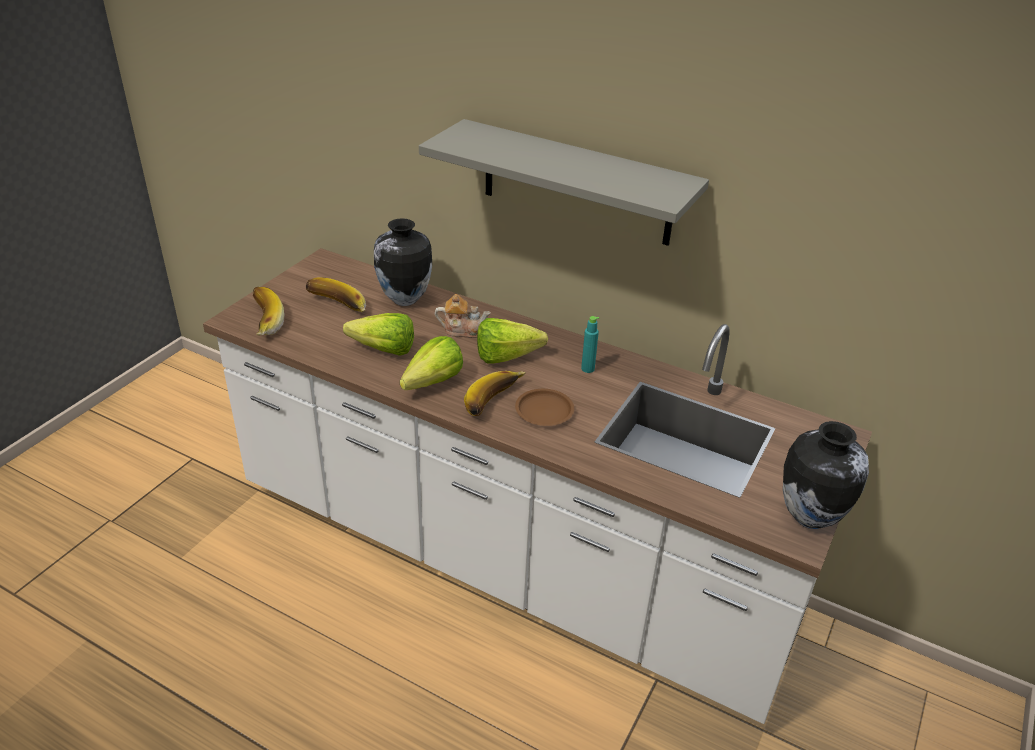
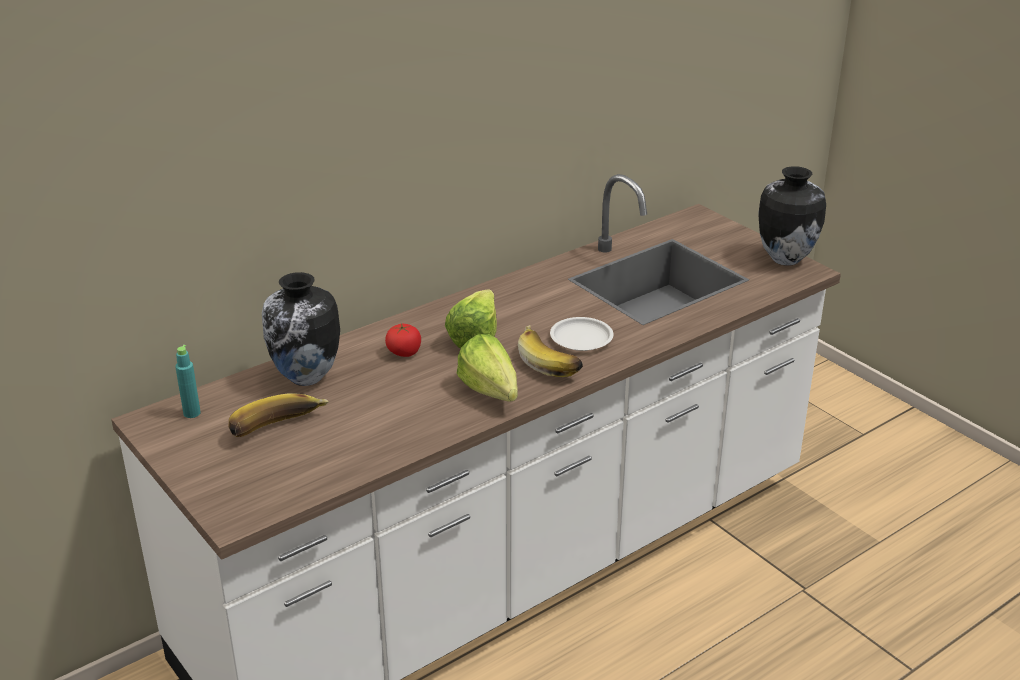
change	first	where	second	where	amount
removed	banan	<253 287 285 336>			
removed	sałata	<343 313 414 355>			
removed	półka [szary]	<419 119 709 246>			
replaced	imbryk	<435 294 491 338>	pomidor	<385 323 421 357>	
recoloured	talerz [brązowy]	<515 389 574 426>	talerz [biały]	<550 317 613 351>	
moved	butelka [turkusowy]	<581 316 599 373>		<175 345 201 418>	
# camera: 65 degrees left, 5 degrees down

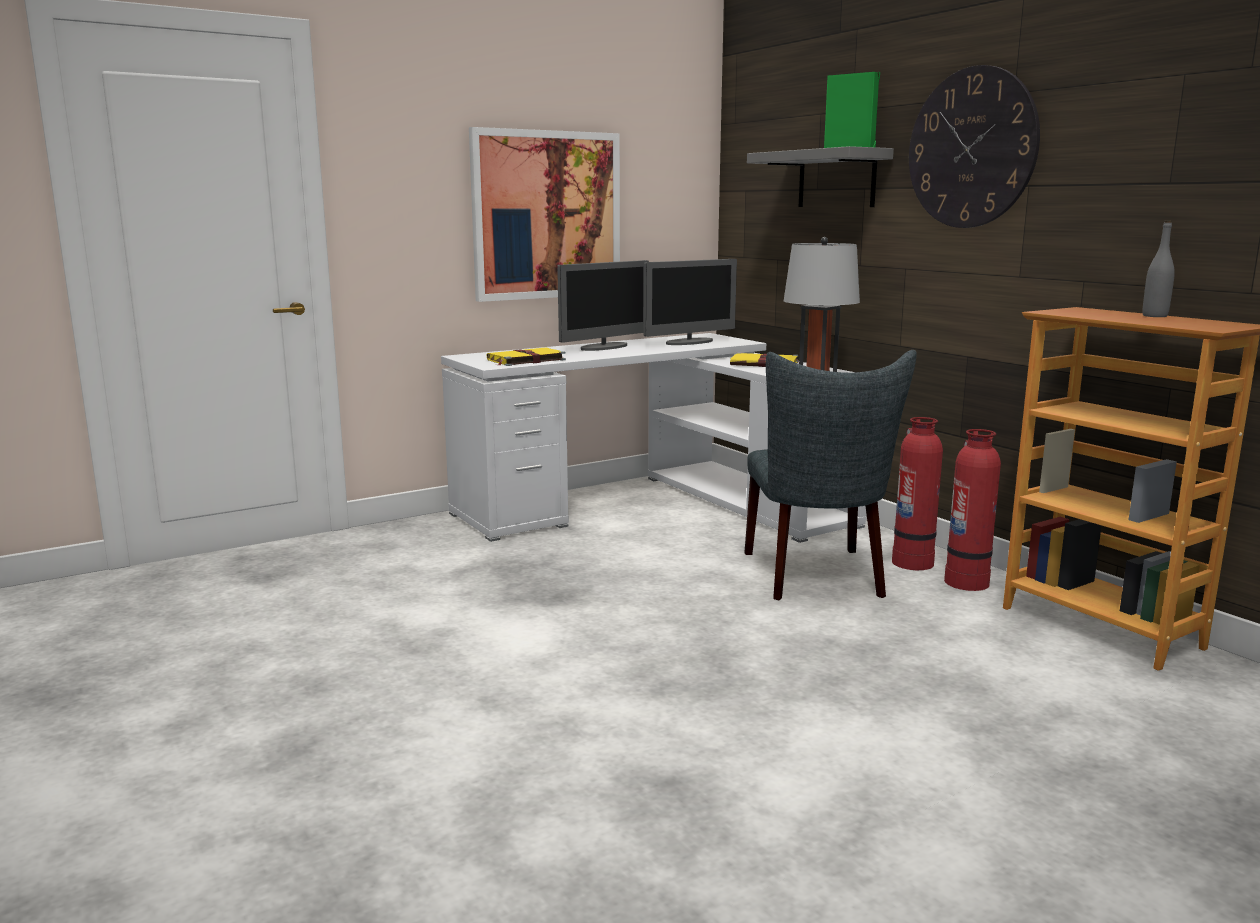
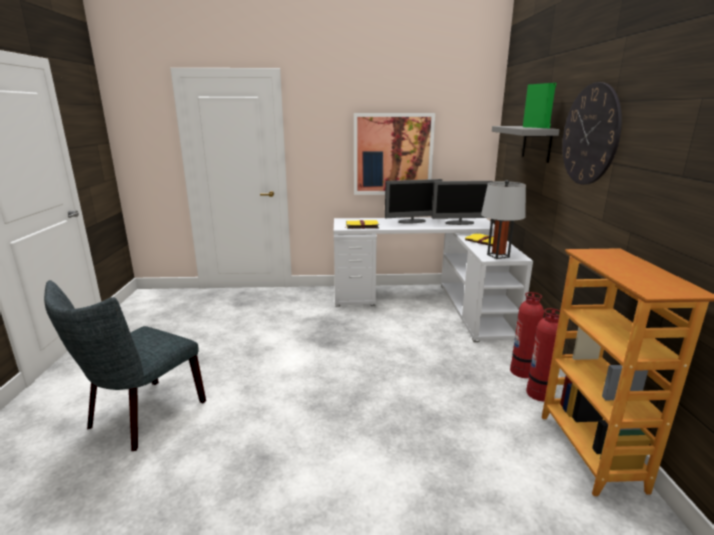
change	first	where	second	where	amount
moved	krzesło [szary]	<744 350 917 601>		<44 280 206 451>	
removed	butelka [szary]	<1143 221 1175 317>			
# camera: 30 degrees right, 5 degrees up

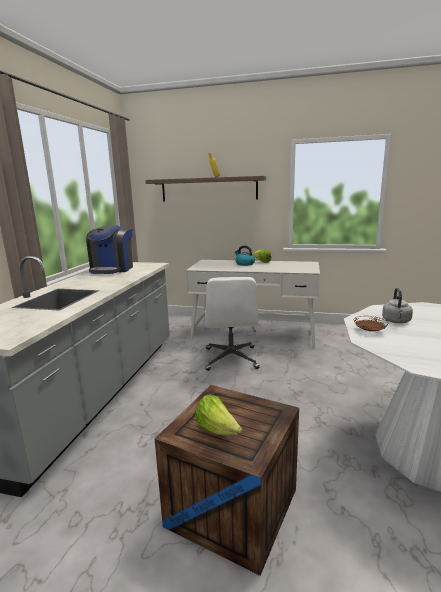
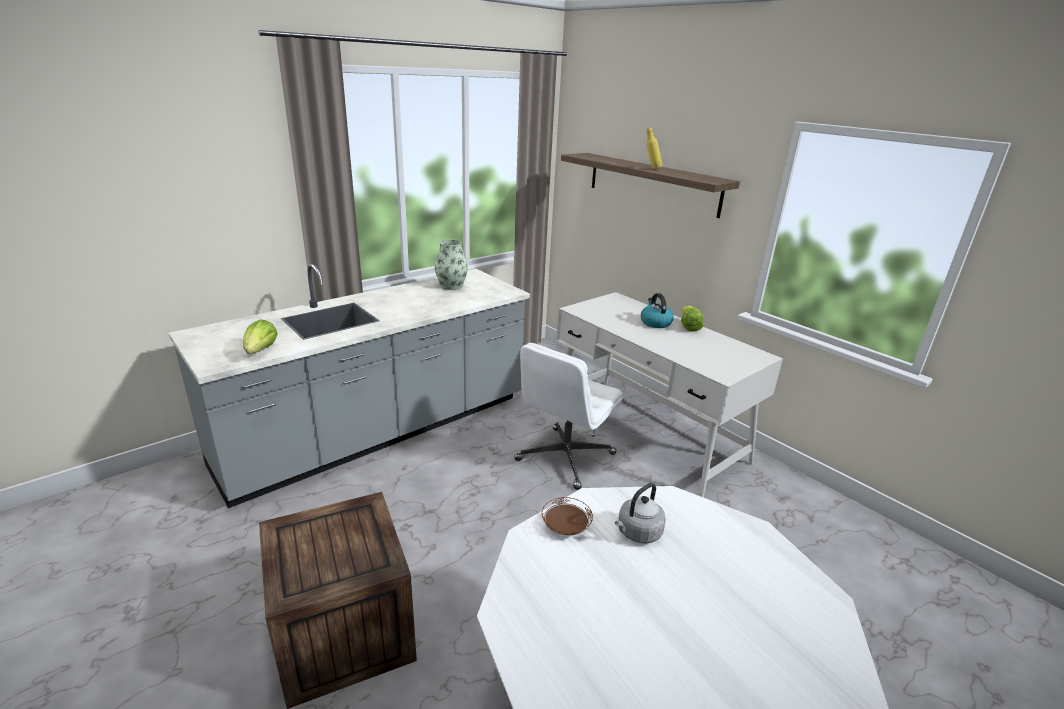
change	first	where	second	where	amount
replaced	ekspres do kawy	<86 225 133 274>	wazon	<435 239 468 290>	
moved	sałata	<195 394 242 436>		<243 319 278 354>	
# camera: 35 degrees right, 10 degrees up

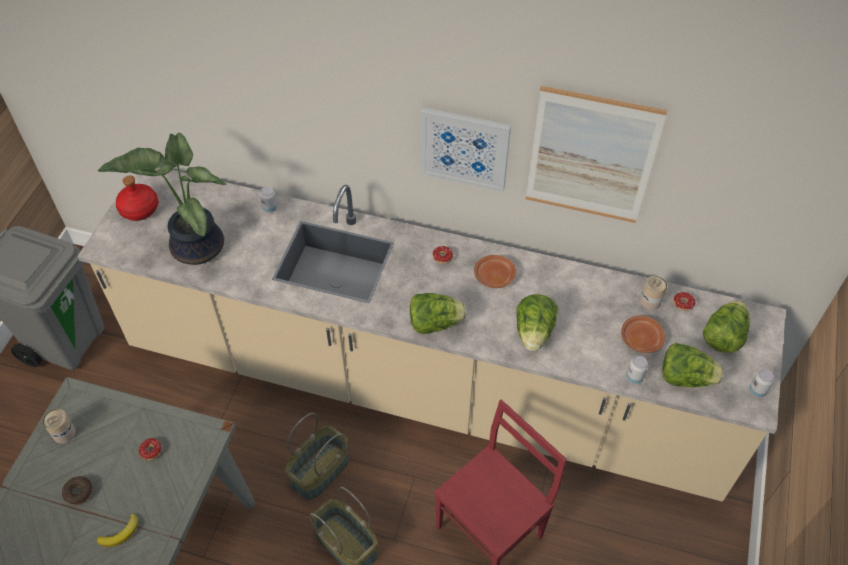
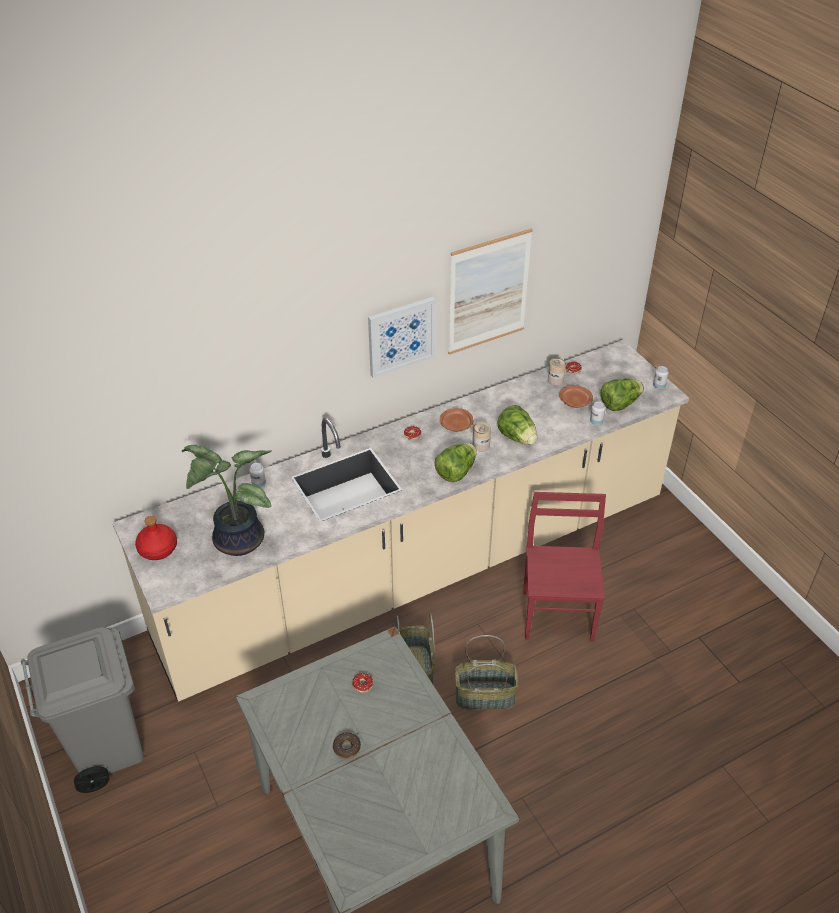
change	first	where	second	where	amount
moved	puszka	<43 409 76 444>		<473 422 491 451>	
removed	banan	<97 514 138 547>			
removed	sałata	<703 300 750 353>			
# camera: 45 degrees left, 10 degrees down

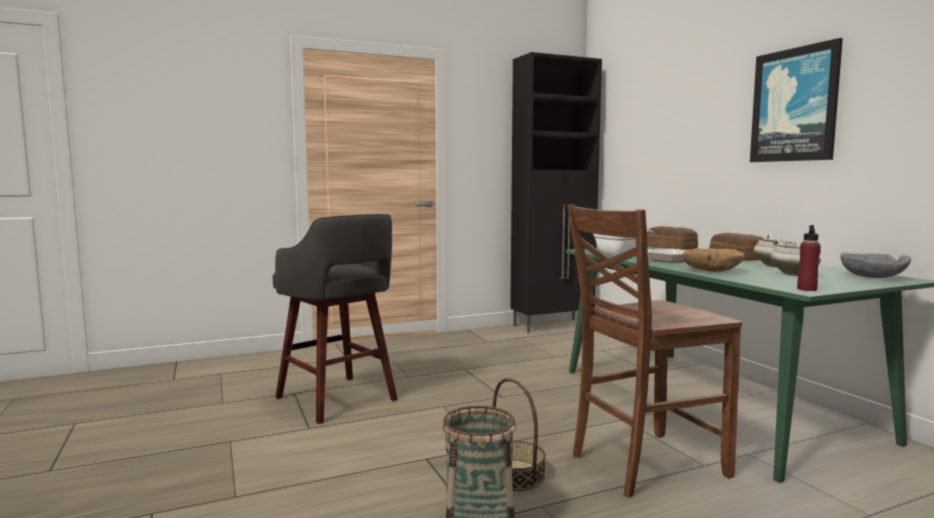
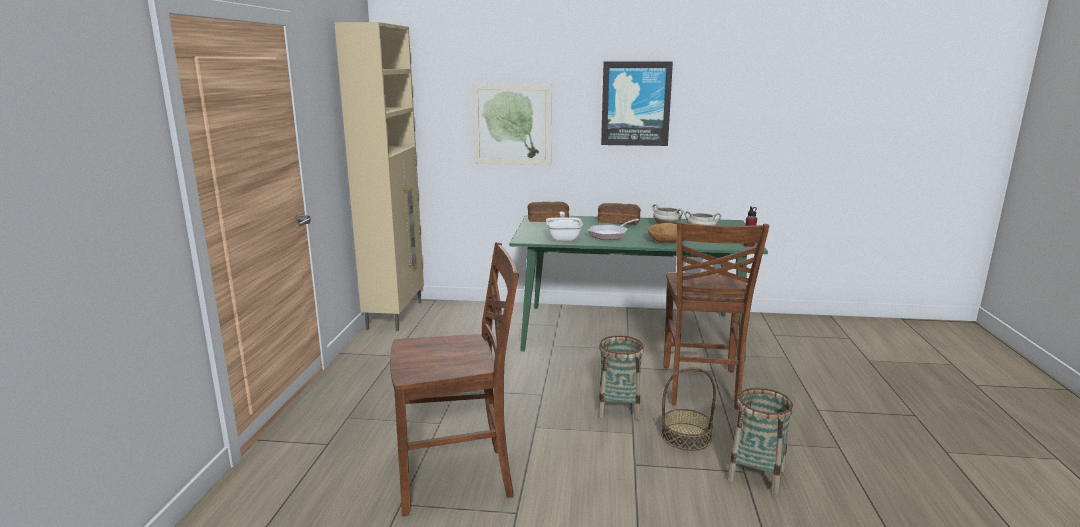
change	first	where	second	where	amount
replaced	stołek [szary]	<273 214 398 424>	krzesło [brązowy]	<390 242 519 516>	
recoloured	szafka [czarny]	<510 52 602 333>	szafka [beżowy]	<334 22 424 331>	
removed	miska [szary]	<841 252 911 278>			
added			obraz	<472 84 552 165>	
added			koszyk	<598 335 644 420>	
# camera: 60 degrees left, 10 degrees up

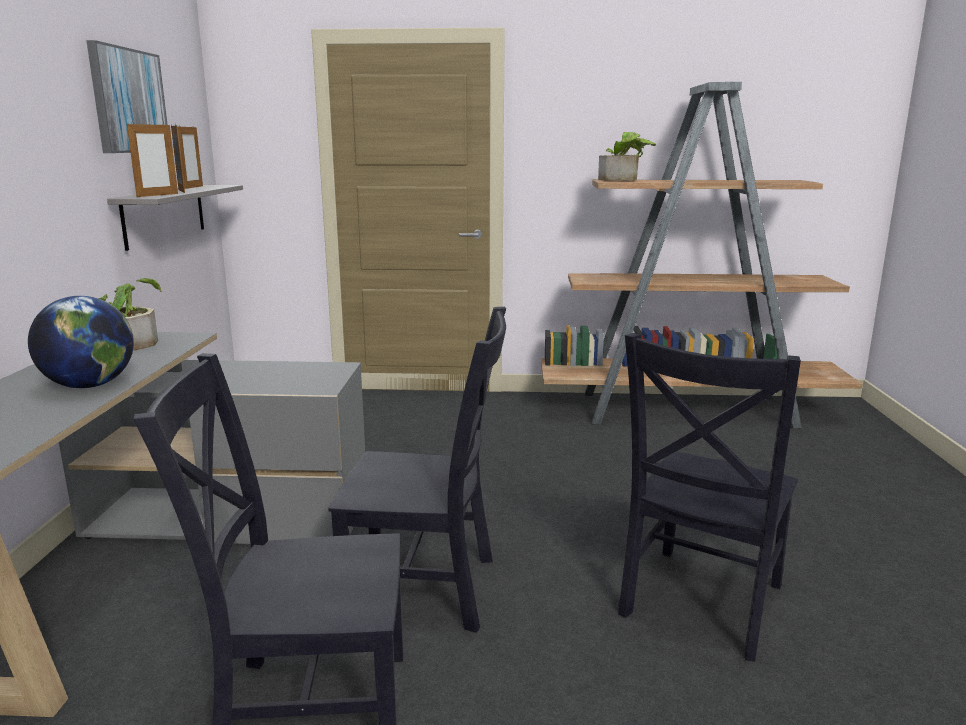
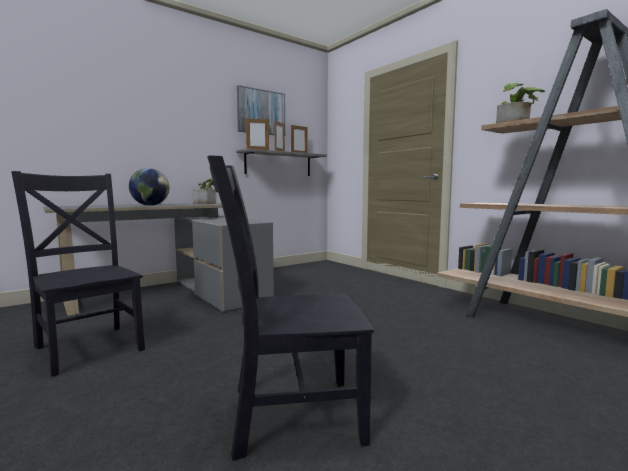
change	first	where	second	where	amount
removed	krzesło [czarny]	<328 307 506 633>			
# camera: 50 degrees right, 10 degrees down

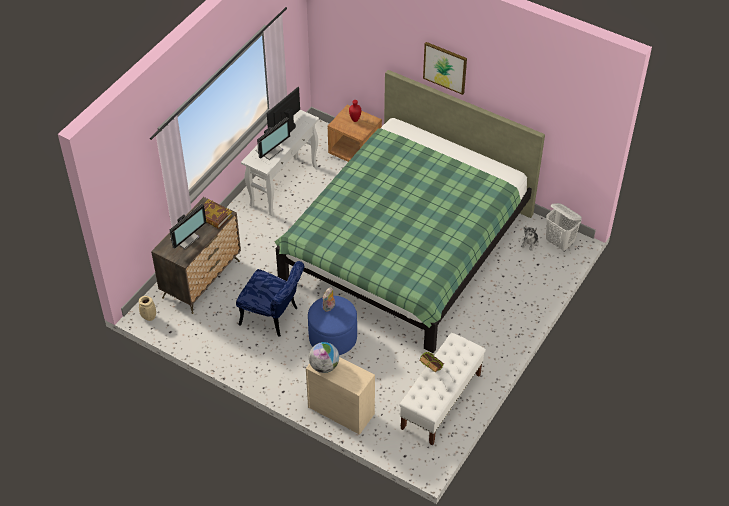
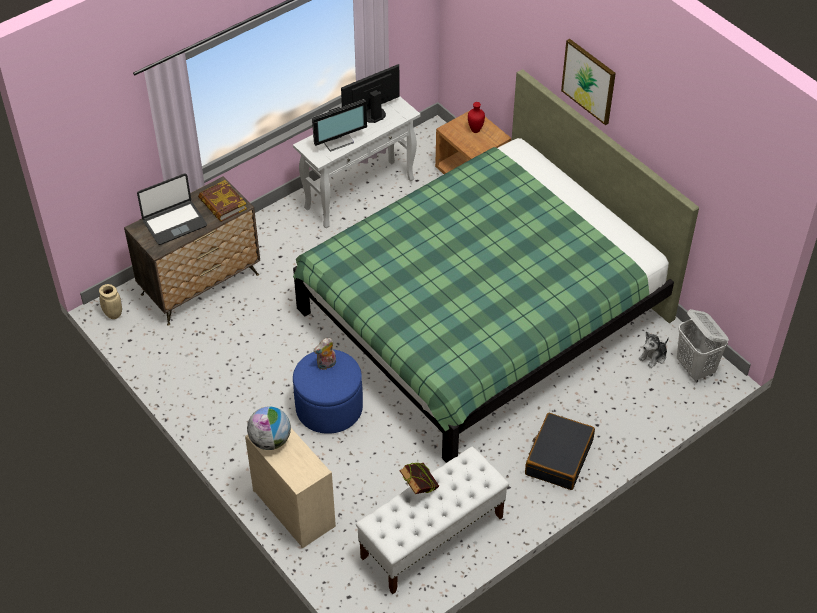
change	first	where	second	where	amount
replaced	monitor	<170 204 206 249>	laptop	<137 173 207 245>	
removed	krzesło [niebieski]	<236 261 304 337>			
added			walizka [czarny]	<525 413 595 490>	
# camera: 20 degrees right, 0 degrees up

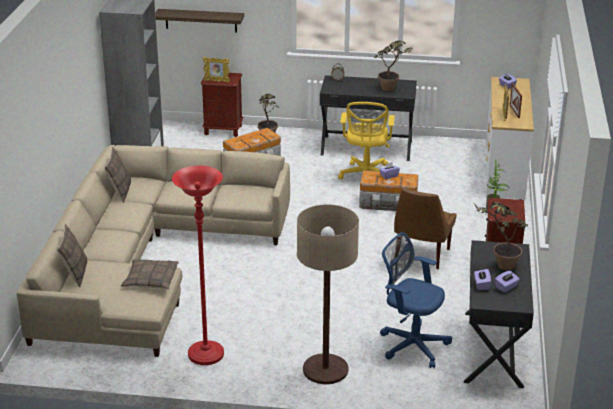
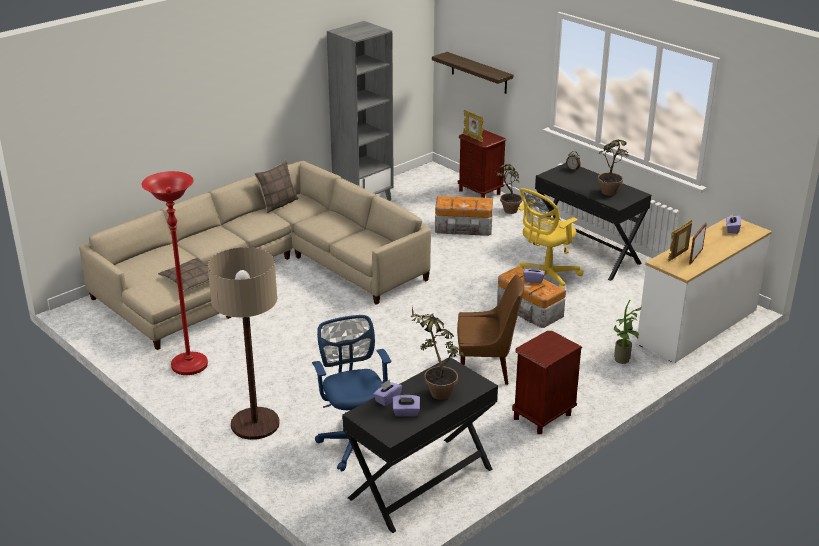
change	first	where	second	where	amount
removed	poduszka	<57 223 87 287>			
turned	krzesło [brązowy]	<394 188 457 269>		<457 274 524 385>	150 degrees counterclockwise
# camera: 40 degrees right, 0 degrees up

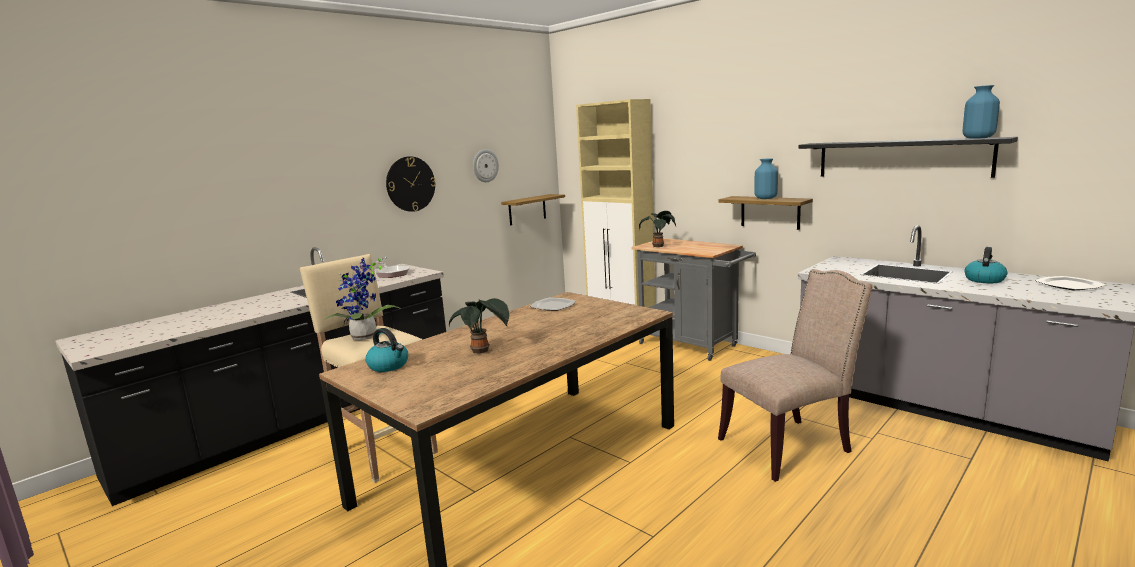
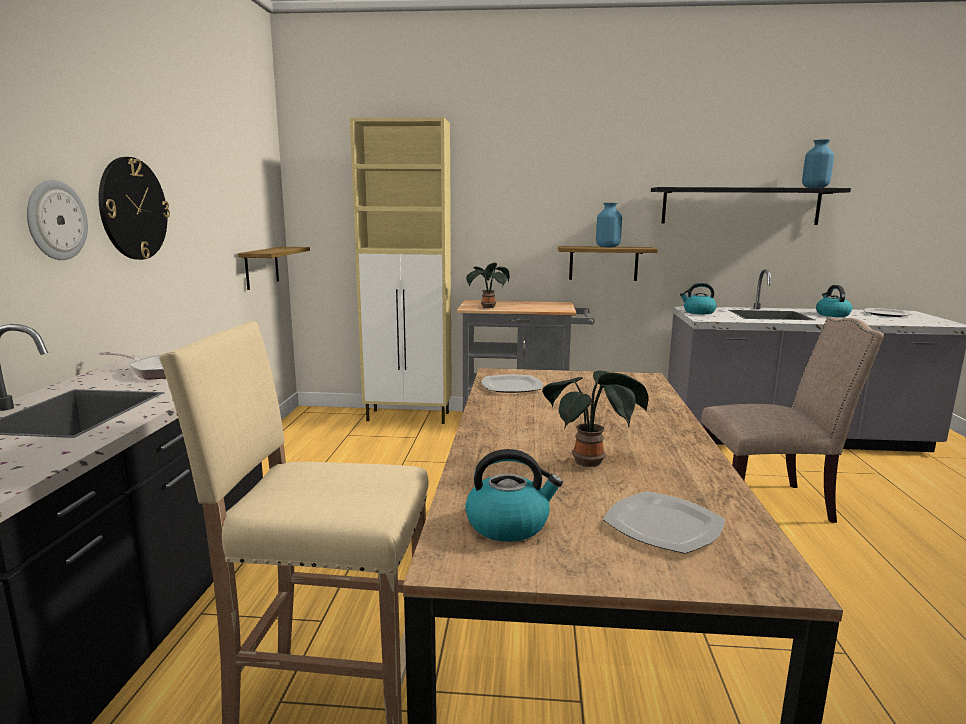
change	first	where	second	where	amount
removed	roślina doniczkowa	<324 257 402 340>			
moved	zegar ścienny	<473 149 499 182>		<27 180 88 260>	
turned	krzesło [beżowy]	<718 269 873 482>		<701 317 884 523>	60 degrees clockwise
added			talerz	<603 491 725 554>	
added			czajnik	<680 283 717 314>	
# camera: 40 degrees left, 0 degrees up

